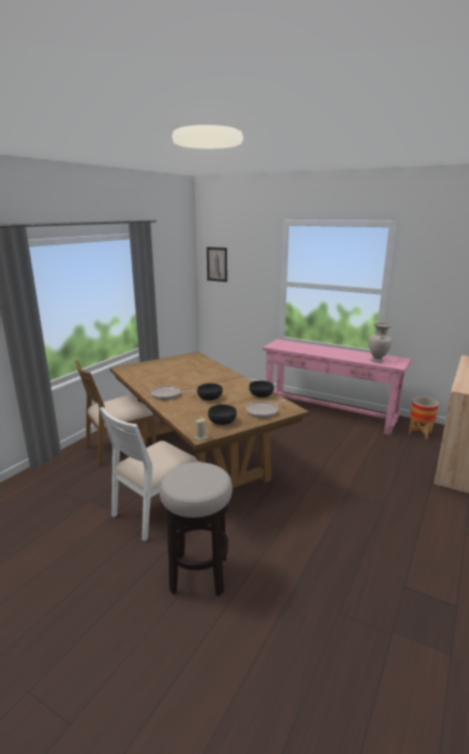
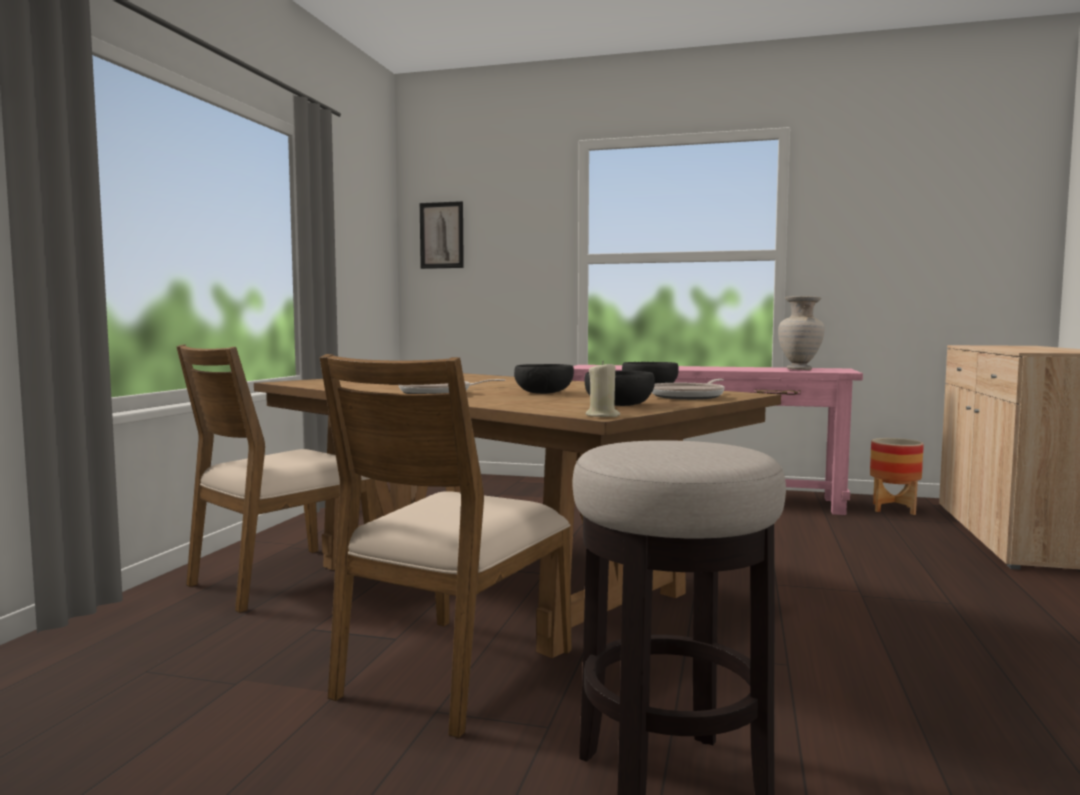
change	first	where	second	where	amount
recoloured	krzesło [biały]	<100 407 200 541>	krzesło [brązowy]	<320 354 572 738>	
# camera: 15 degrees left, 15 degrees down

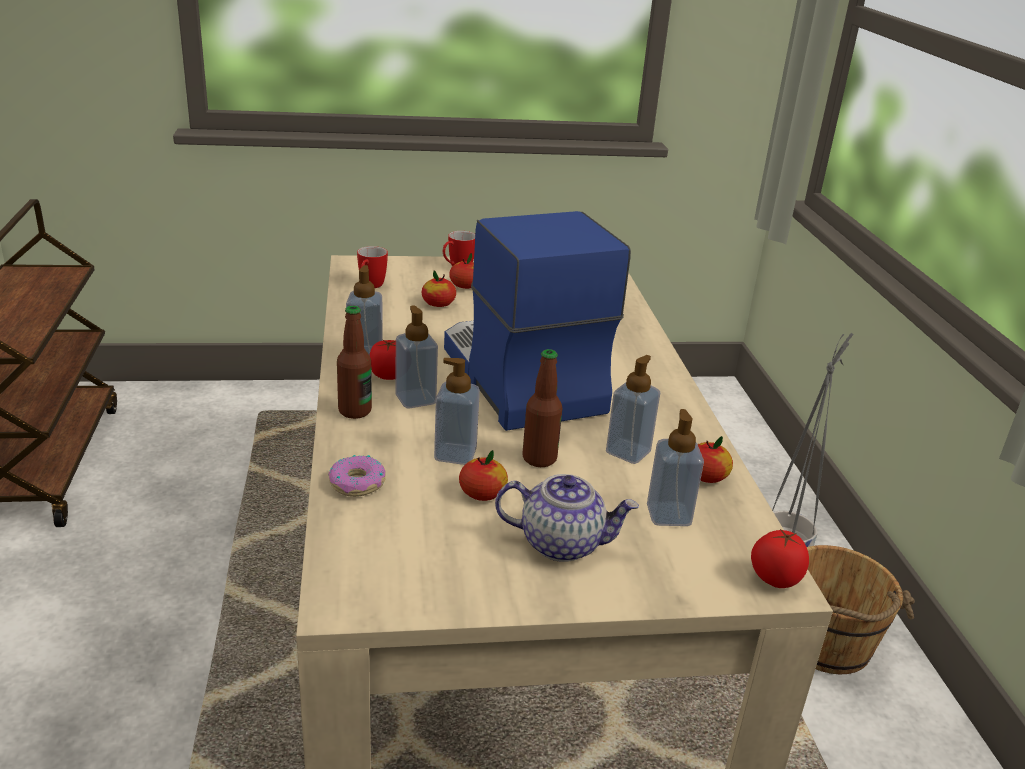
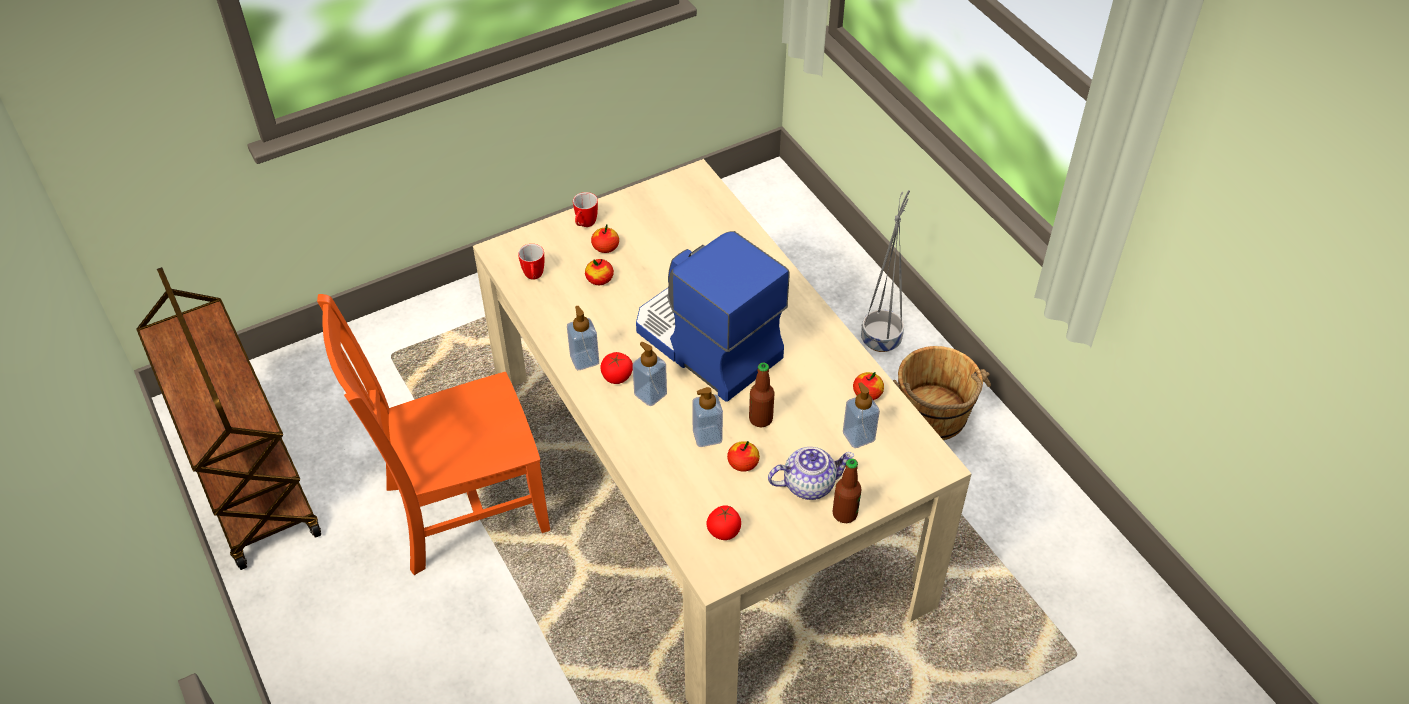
change	first	where	second	where	amount
removed	donut	<328 455 386 497>			
moved	butelka	<337 306 372 419>		<833 459 861 523>	
removed	dozownik mydła	<606 355 660 464>			
moved	pomidor	<751 529 809 588>		<707 505 741 540>	
added			krzesło [pomarańczowy]	<317 294 550 575>	
# camera: 20 degrees left, 20 degrees up

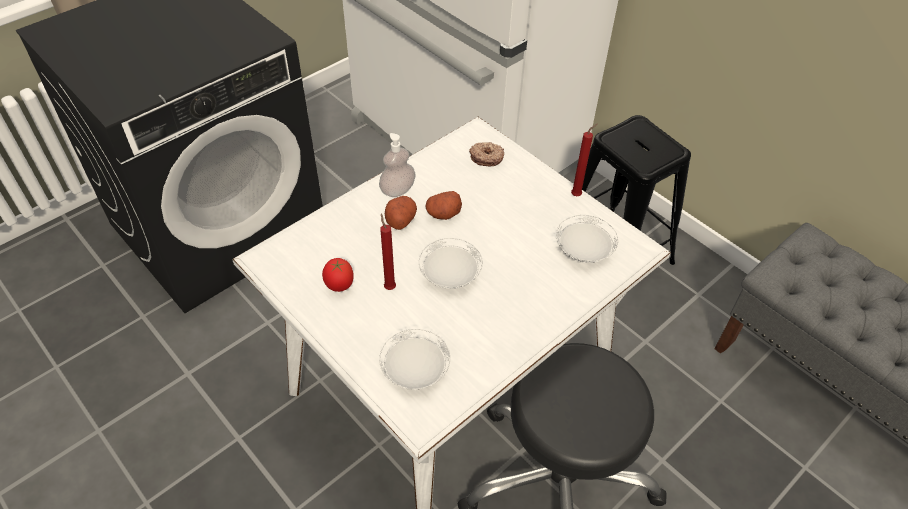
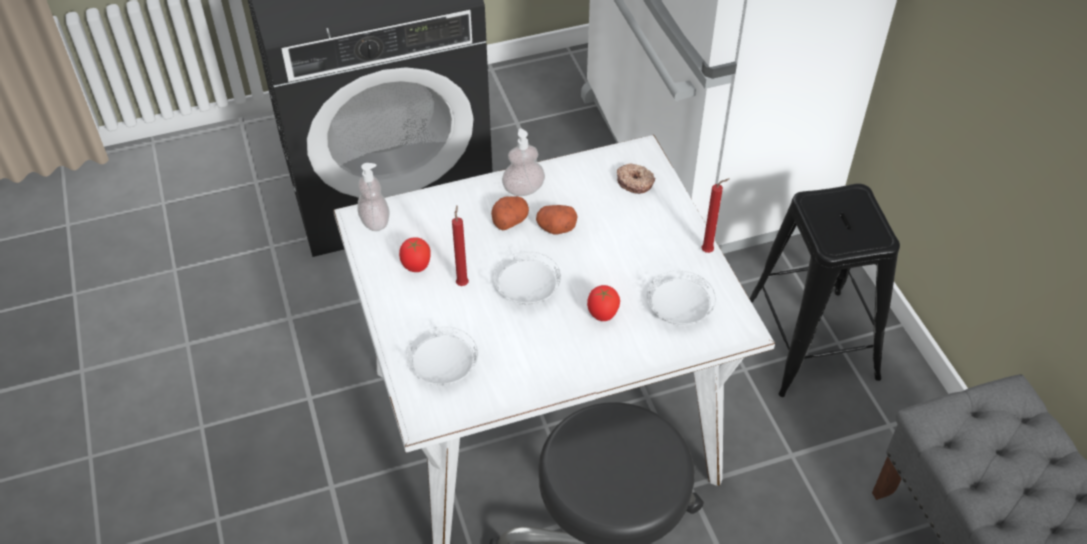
change	first	where	second	where	amount
added			dozownik mydła	<357 163 389 231>	
added			pomidor	<587 285 620 321>	
# camera: 25 degrees right, 0 degrees up

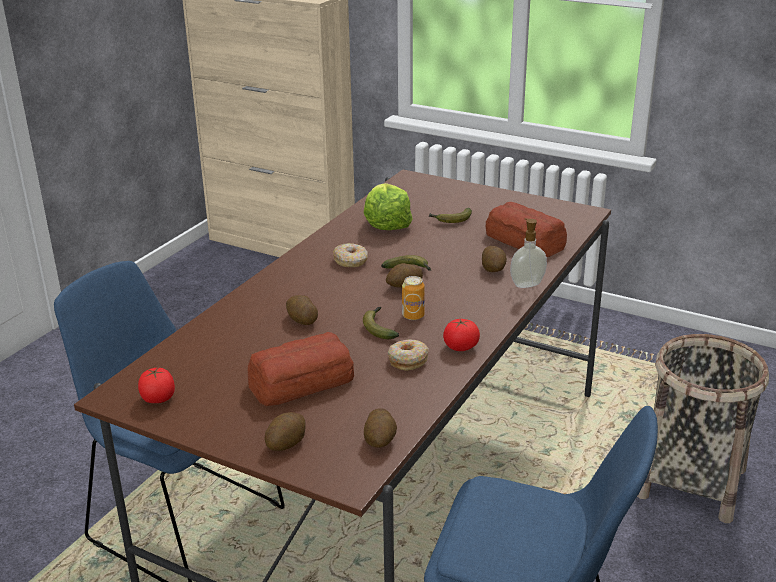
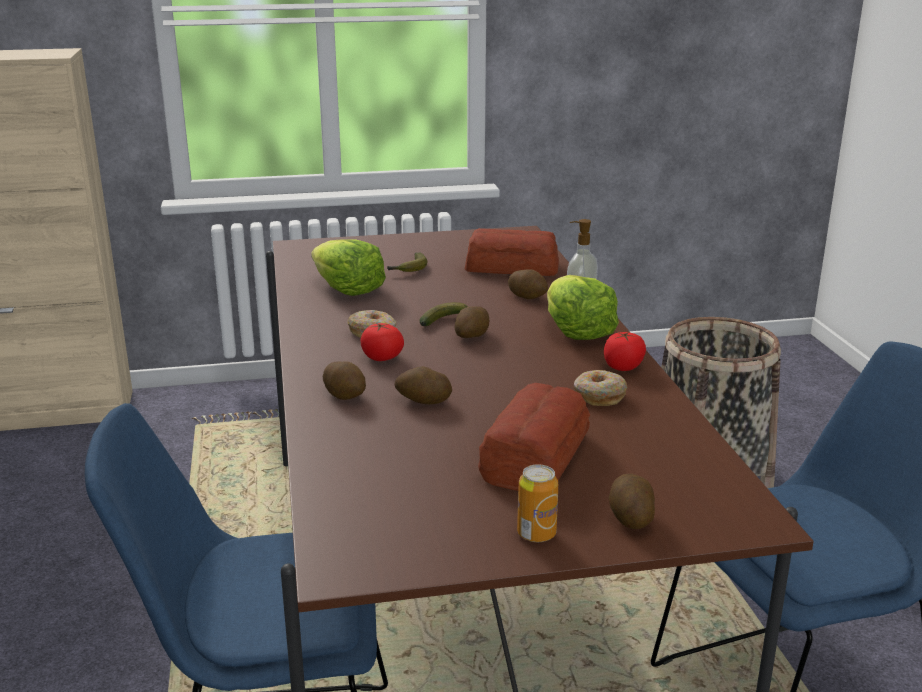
change	first	where	second	where	amount
moved	pomidor	<138 367 175 403>		<360 322 404 361>	
removed	banan	<363 307 399 339>			
moved	ziemniak	<364 408 397 448>		<323 361 366 400>	
moved	puszka	<402 276 425 320>		<517 464 558 542>	
added			sałata	<547 275 619 340>	
# camera: 40 degrees left, 5 degrees down

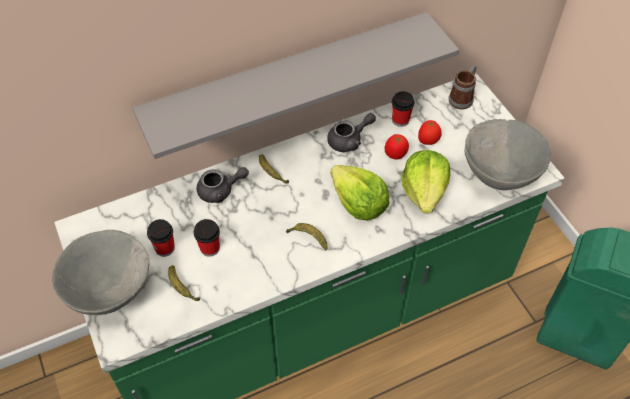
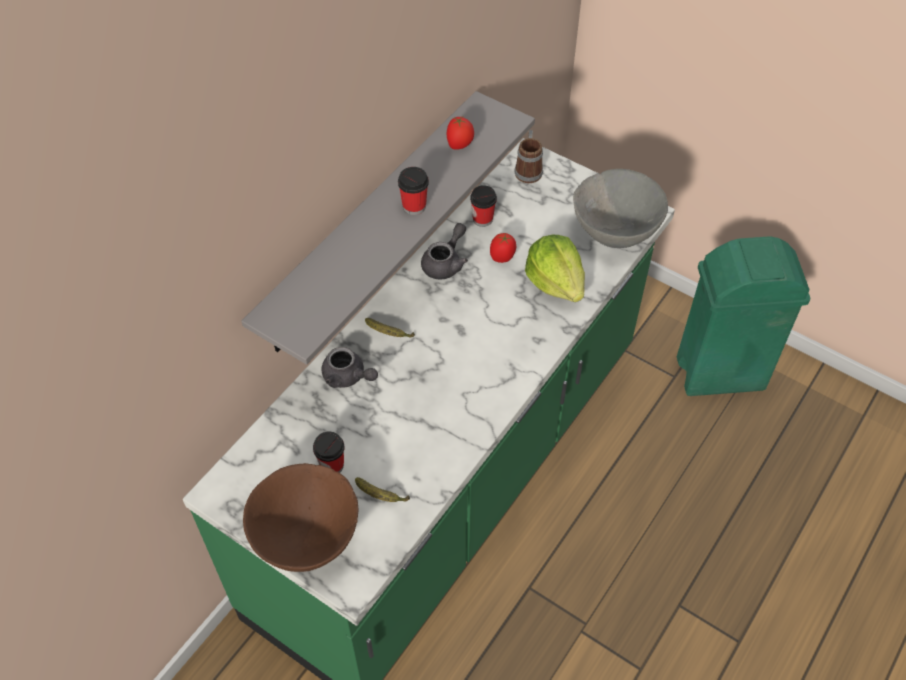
change	first	where	second	where	amount
recoloured	miska [szary]	<52 230 150 315>	miska [brązowy]	<243 463 359 572>	
moved	filiżanka	<194 219 220 257>		<398 167 429 215>	
turned	imbryk [szary]	<197 167 249 203>		<321 347 378 388>	75 degrees clockwise
removed	banan	<286 223 328 250>			
removed	sałata	<330 165 390 221>			
moved	pomidor	<418 120 442 145>		<447 117 474 150>	
# camera: 30 degrees left, 0 degrees up

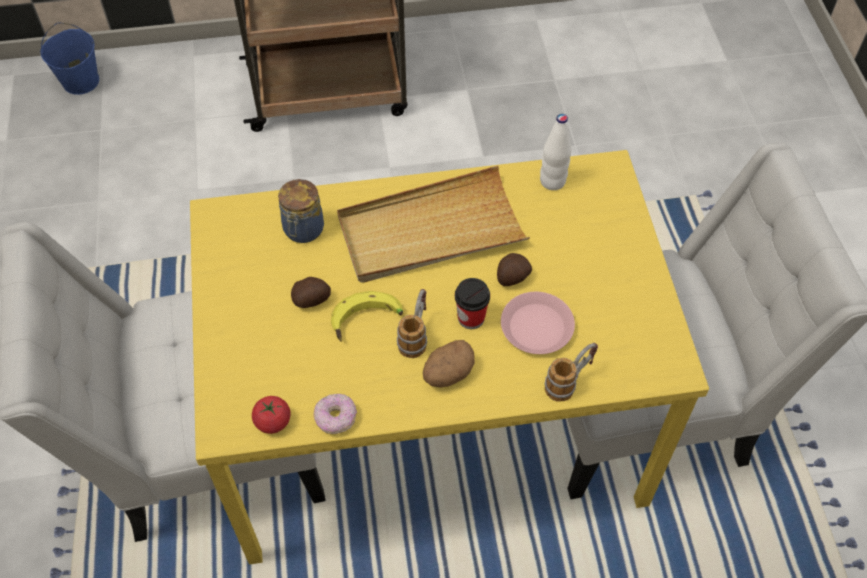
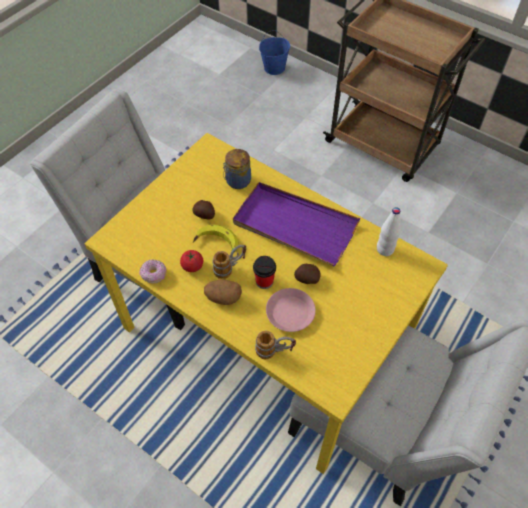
change	first	where	second	where	amount
moved	pomidor	<252 396 291 434>		<180 250 203 272>	
recoloured	taca [beżowy]	<337 166 530 283>	taca [fioletowy]	<233 182 360 266>	
# camera: 45 degrees right, 0 degrees up

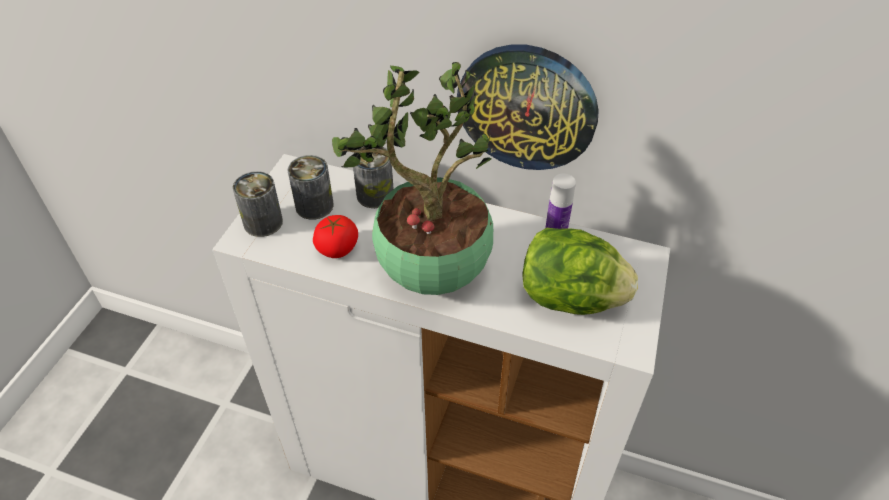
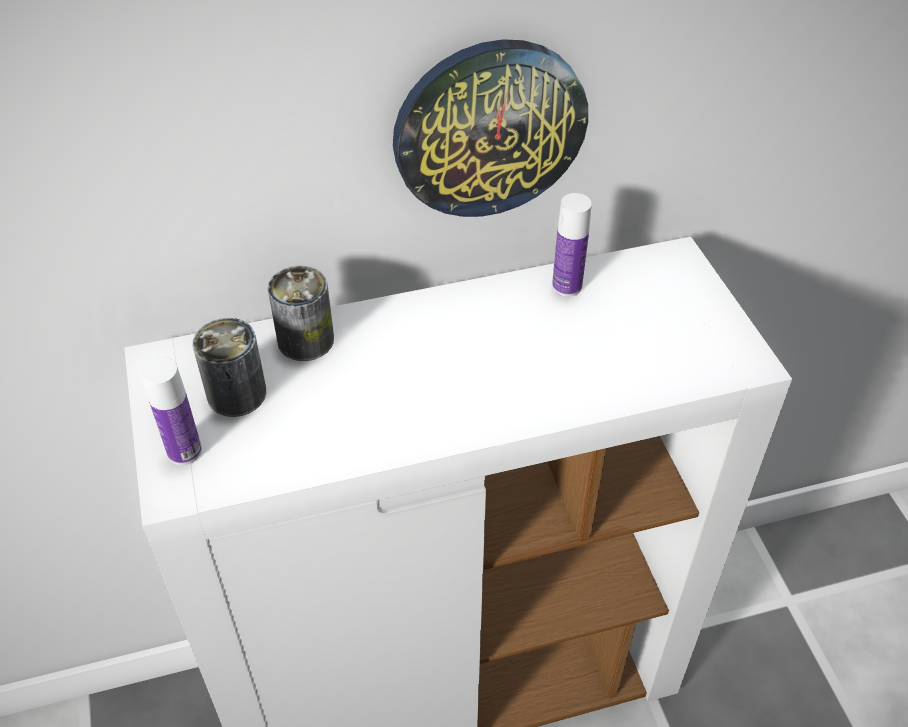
change	first	where	second	where	amount
replaced	puszka	<233 171 283 237>	butelka	<141 357 202 465>	
removed	pomidor	<313 215 358 258>			
removed	roślina doniczkowa	<332 62 493 295>			
removed	sałata	<522 228 638 315>			
# camera: 35 degrees left, 0 degrees up

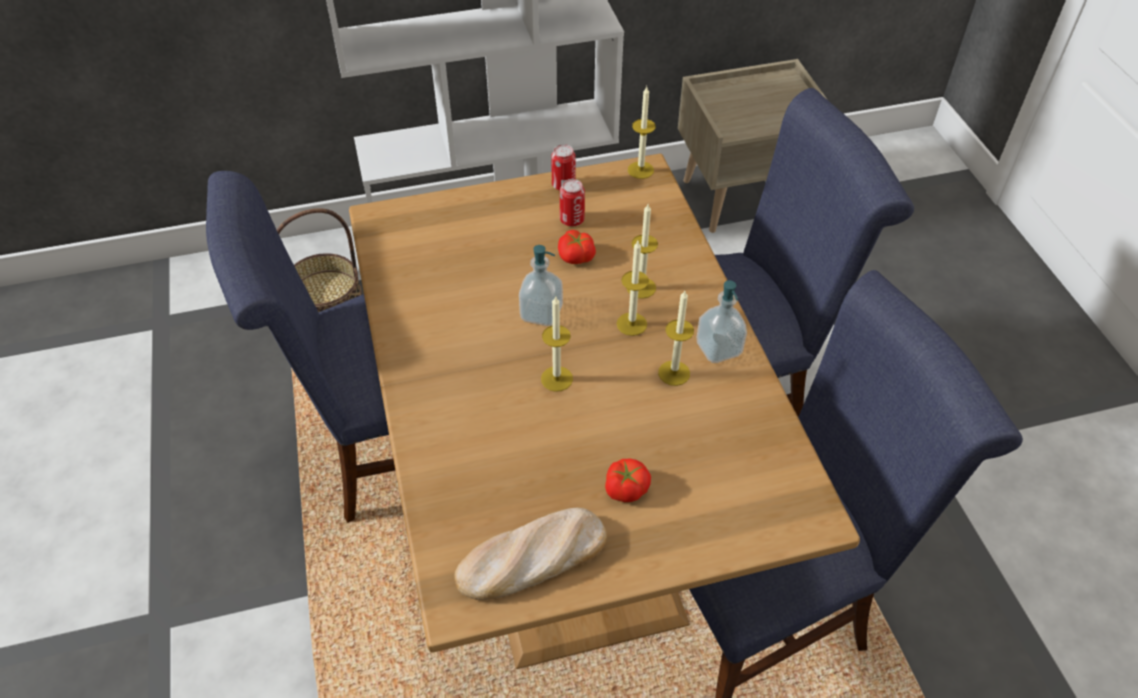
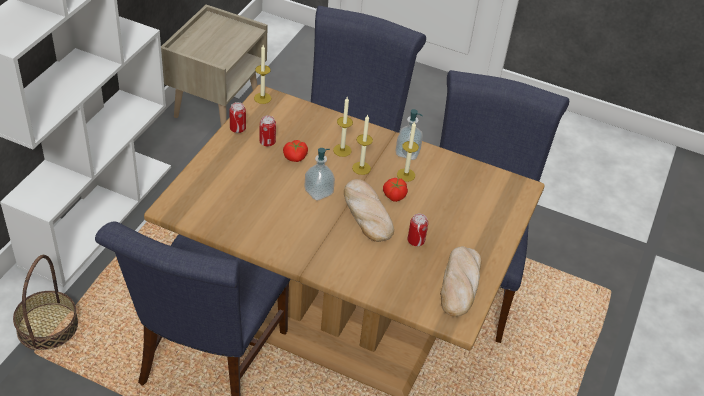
change	first	where	second	where	amount
replaced	świeca	<541 297 573 392>	chleb	<344 179 394 242>	
moved	pomidor	<605 458 651 502>		<383 178 408 202>	
added			puszka	<408 214 428 246>	
# camera: 55 degrees left, 5 degrees down

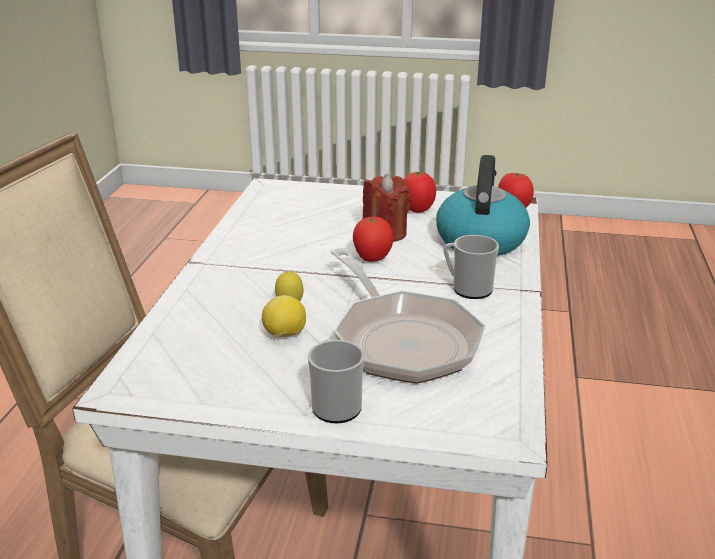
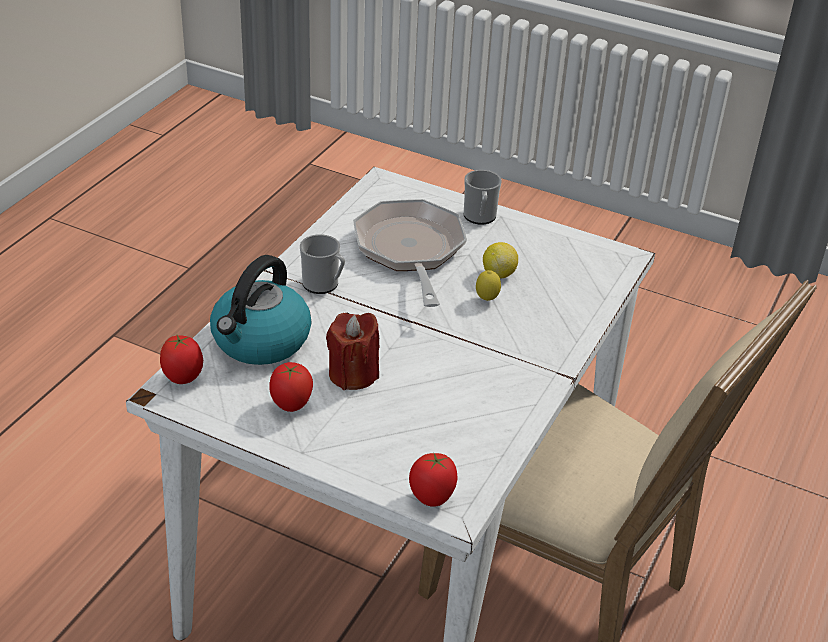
change	first	where	second	where	amount
moved	pomidor	<353 216 393 262>		<409 453 458 507>	
# camera: 165 degrees left, 10 degrees up

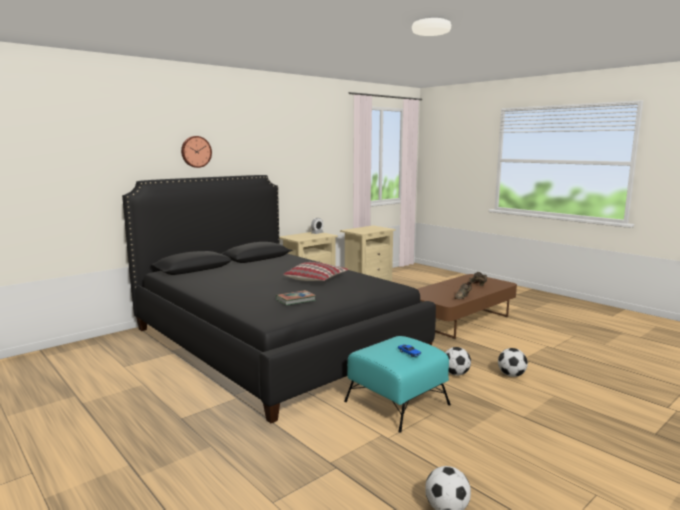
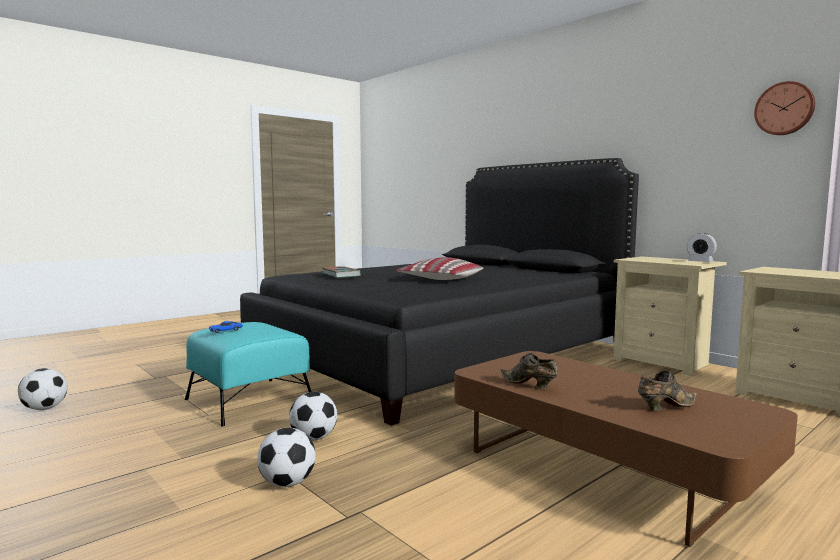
change	first	where	second	where	amount
moved	zegar ścienny	<181 136 212 168>		<754 81 815 135>	
# camera: 90 degrees right, 5 degrees down

